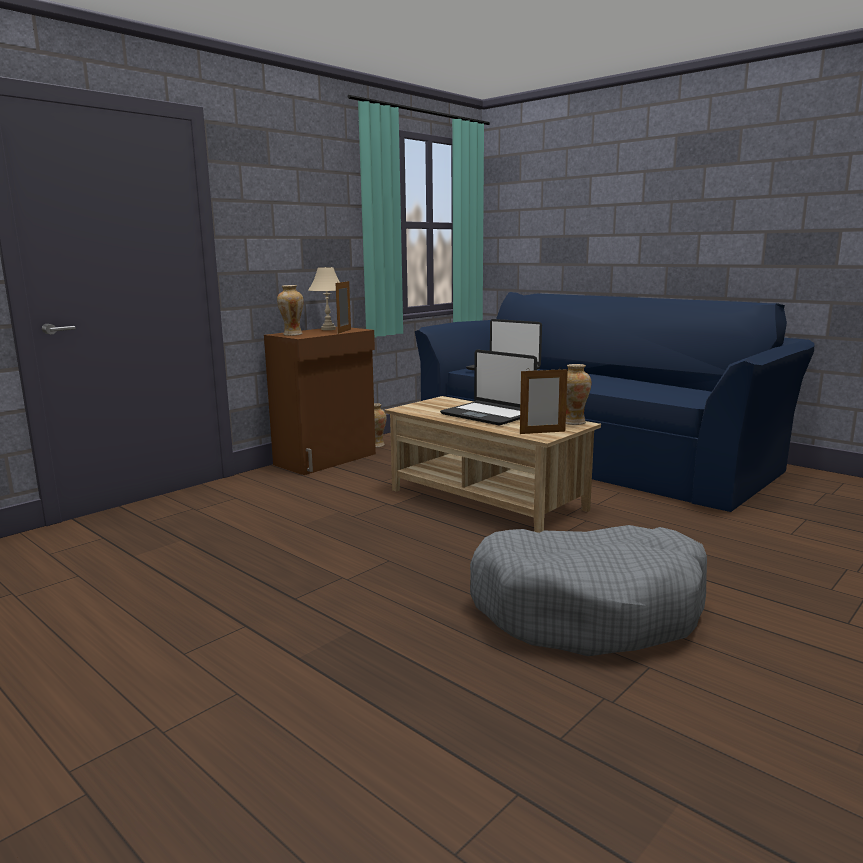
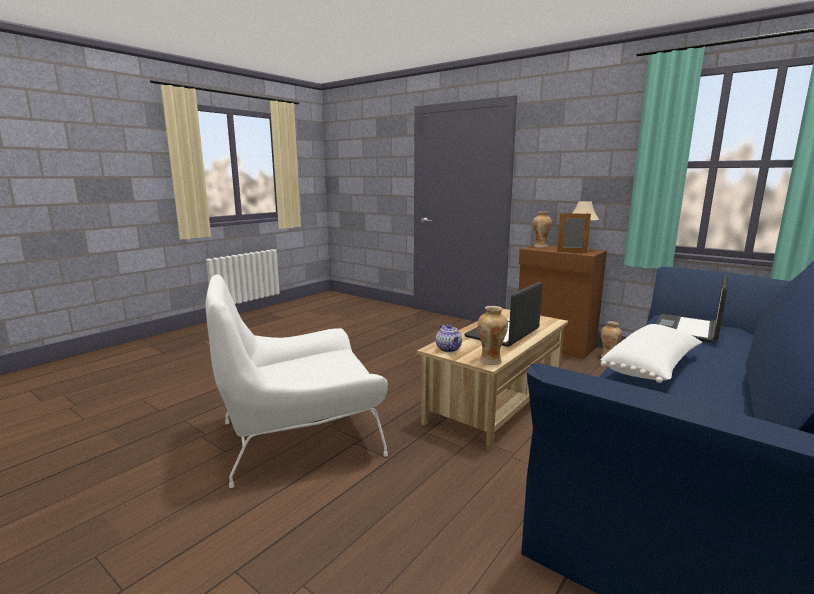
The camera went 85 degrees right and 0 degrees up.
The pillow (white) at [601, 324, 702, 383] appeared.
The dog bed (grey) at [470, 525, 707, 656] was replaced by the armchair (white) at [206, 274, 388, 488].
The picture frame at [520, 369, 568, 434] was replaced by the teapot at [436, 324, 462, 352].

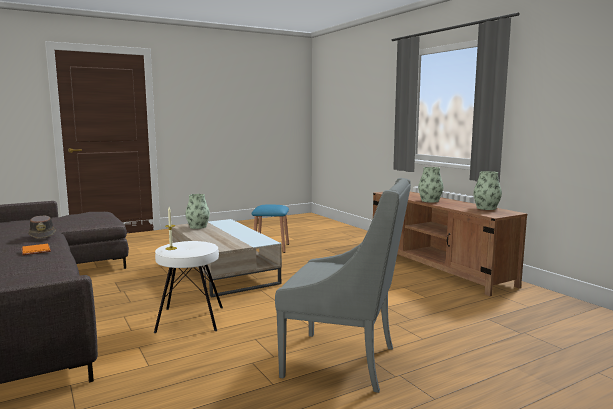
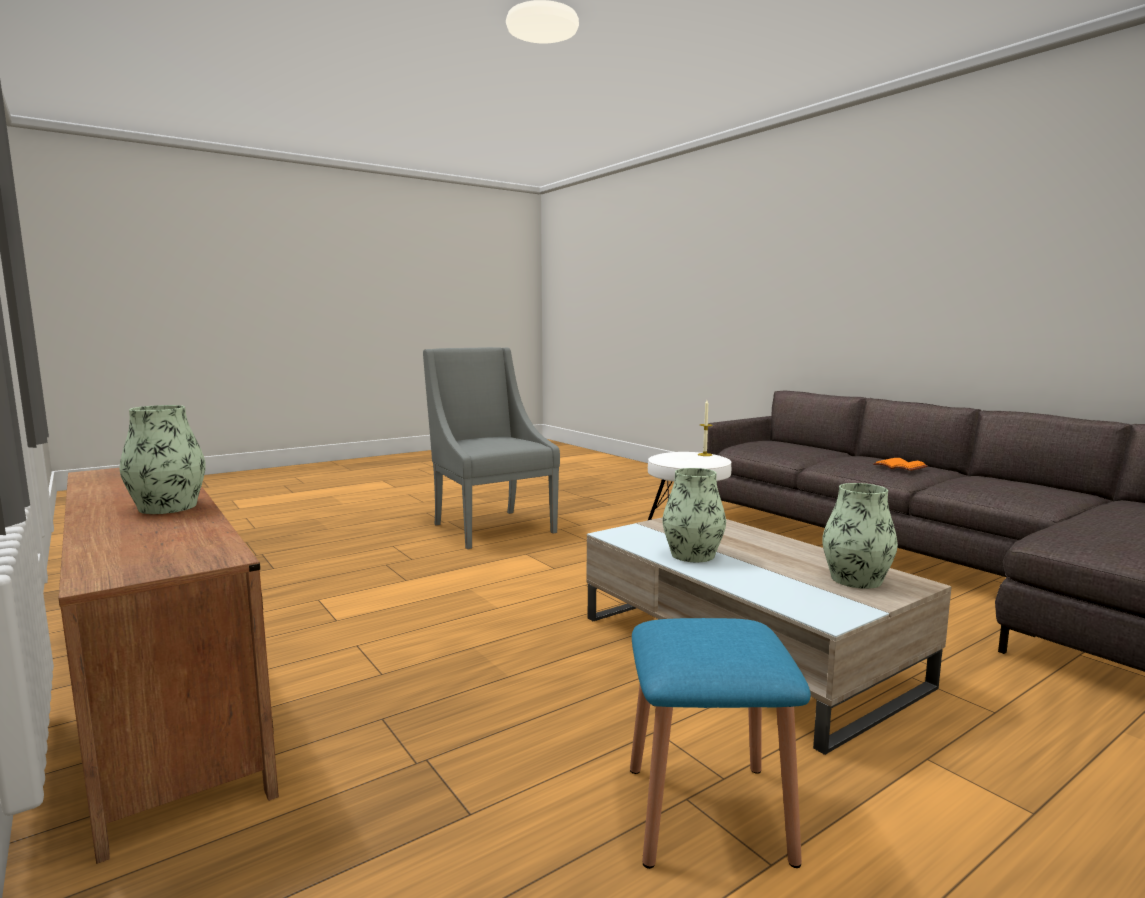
The camera went 175 degrees right and 0 degrees up.
The hat (brown) at [28, 215, 56, 239] disappeared.
The vase moved from [473, 171, 502, 210] to [662, 468, 726, 562].
The armchair (grey) at [275, 178, 411, 393] turned 45 degrees clockwise.

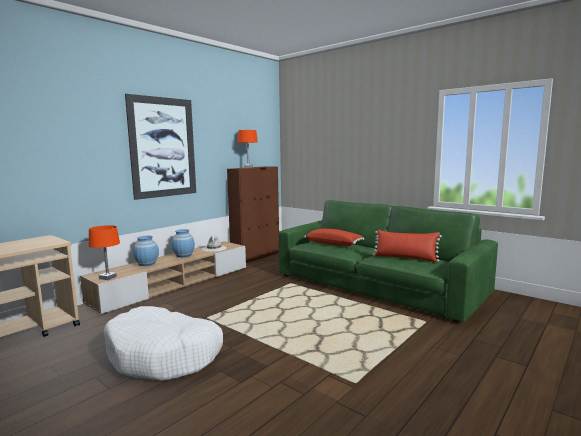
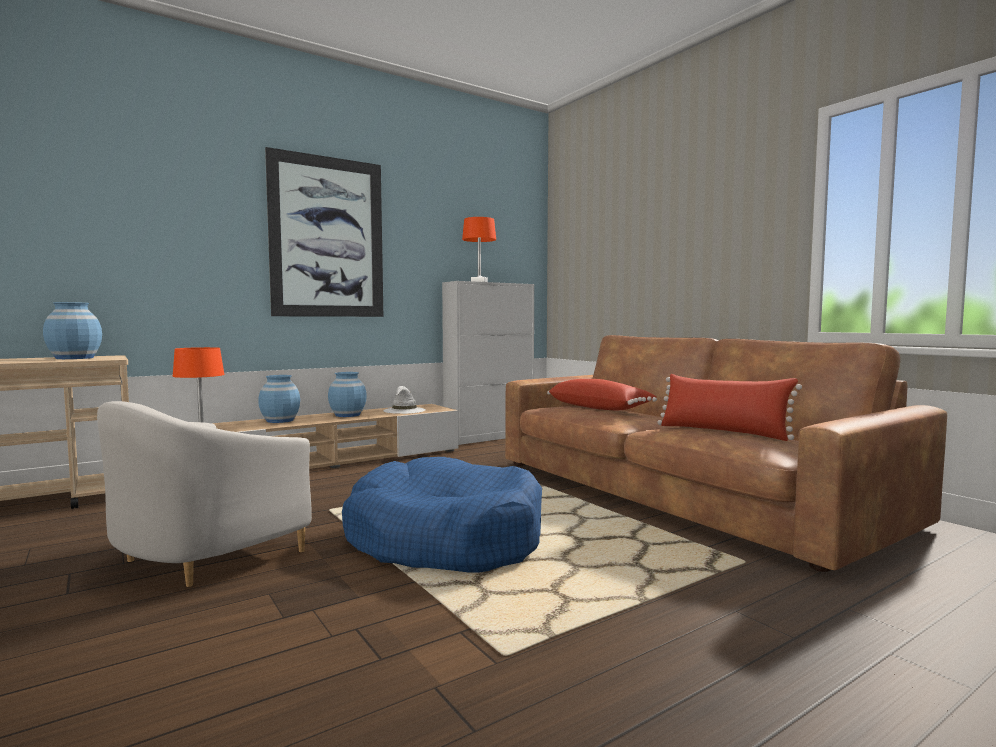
The camera went 15 degrees right and 5 degrees down.
The vase (blue) at [43, 302, 102, 359] appeared.
The dog bed (blue) at [342, 457, 542, 573] appeared.
The dog bed (white) at [104, 306, 223, 381] was replaced by the armchair (white) at [97, 401, 312, 587].
The cabinet (brown) at [227, 166, 279, 263] became the cabinet (white) at [442, 281, 534, 445].
The sofa (green) at [279, 200, 498, 323] became the sofa (brown) at [505, 335, 947, 572].

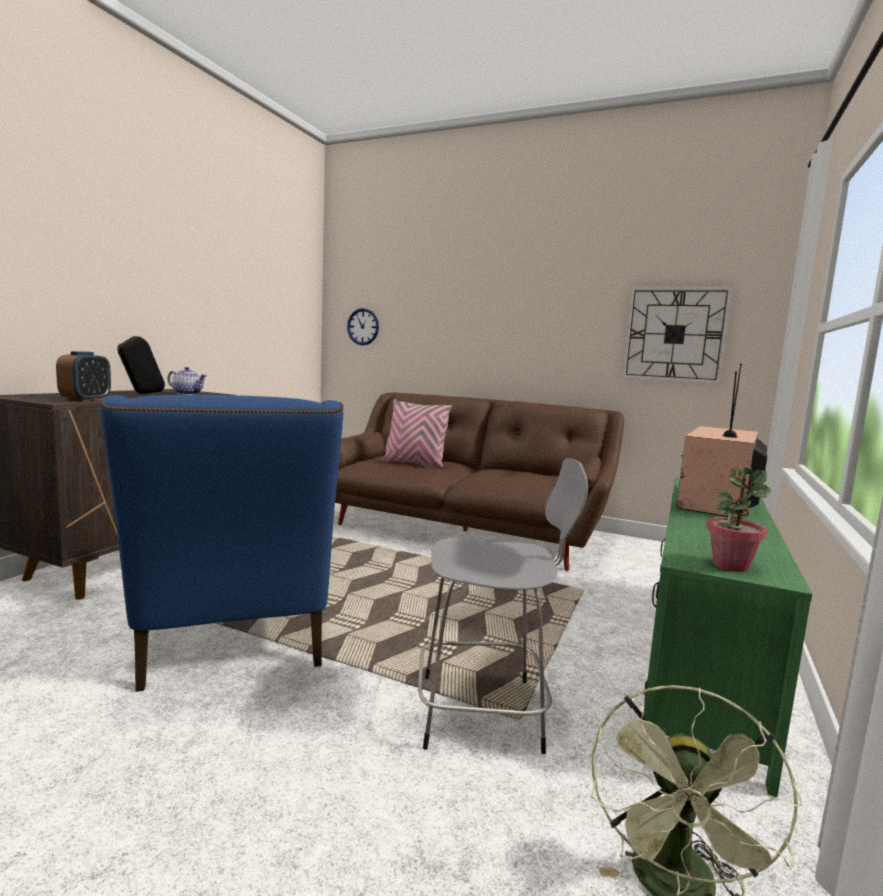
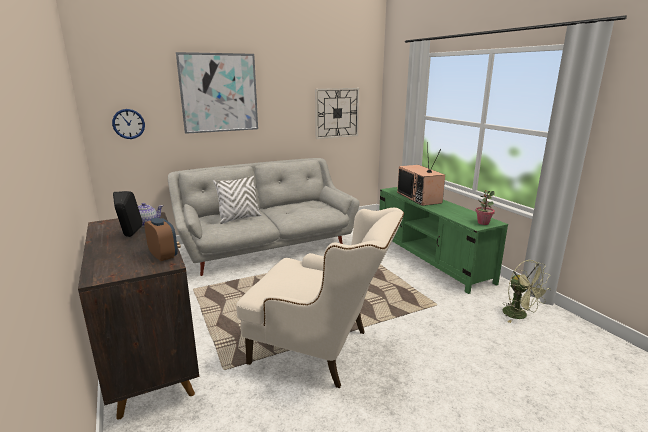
The camera went 50 degrees left and 10 degrees up.
The stool (grey) at [418, 458, 588, 754] disappeared.
The picture at [176, 52, 258, 134] appeared.
The armchair (blue) at [99, 395, 344, 692] became the armchair (beige) at [236, 207, 404, 388].
The sofa (brown) at [335, 392, 624, 571] became the sofa (grey) at [168, 158, 360, 276].
The pillow (pink) at [381, 399, 453, 468] became the pillow (white) at [213, 176, 261, 224].

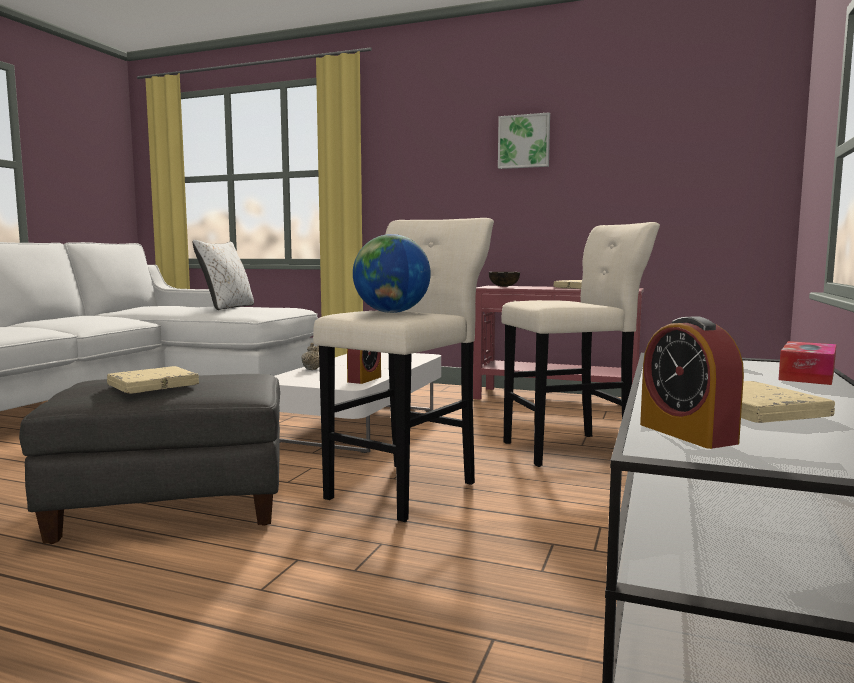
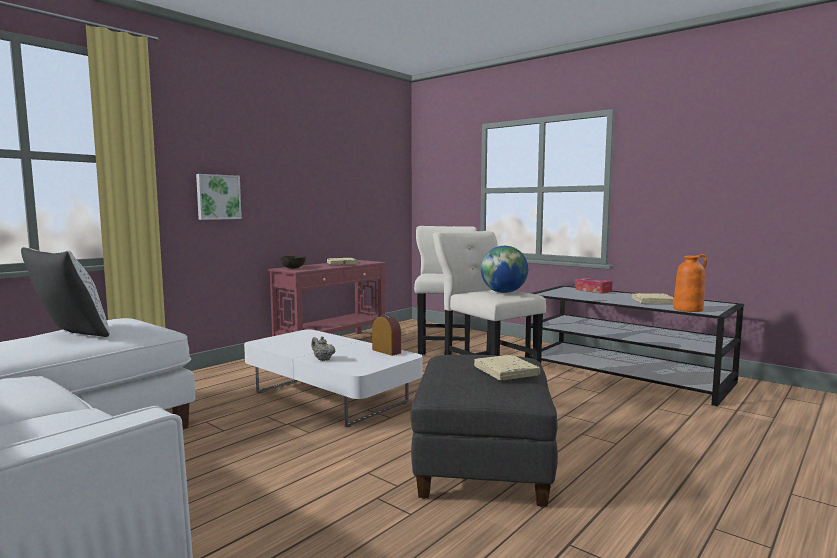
The camera went 70 degrees left and 0 degrees up.
The picture moved from [498, 112, 550, 169] to [196, 174, 242, 220].
The alarm clock at [640, 316, 744, 449] was replaced by the vase (orange) at [673, 254, 707, 312].

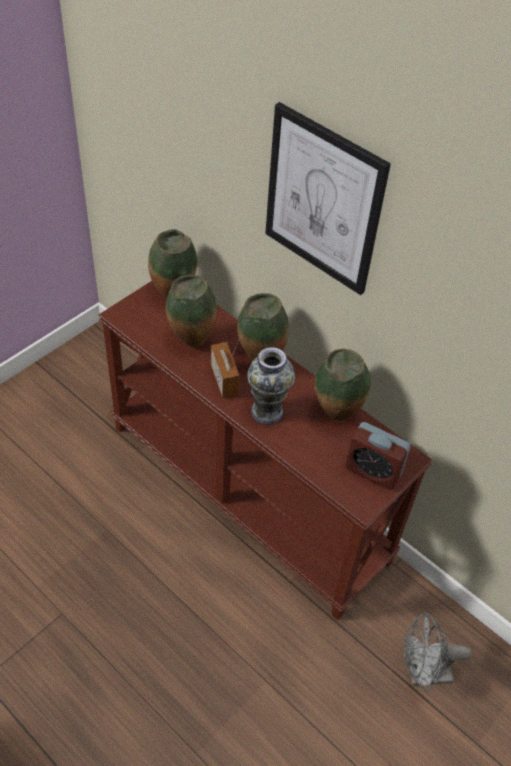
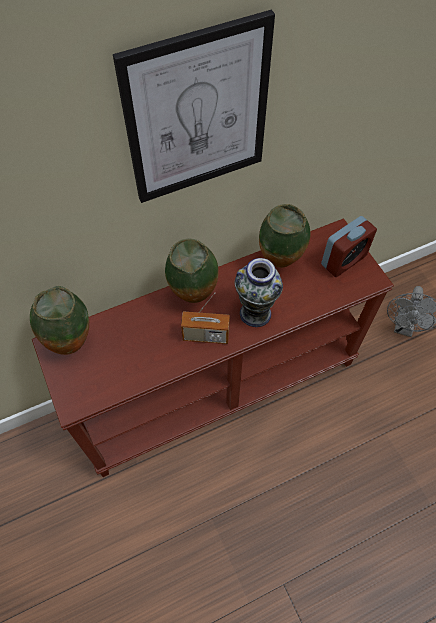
The camera went 65 degrees left and 10 degrees up.
The vase at [166, 275, 217, 348] disappeared.

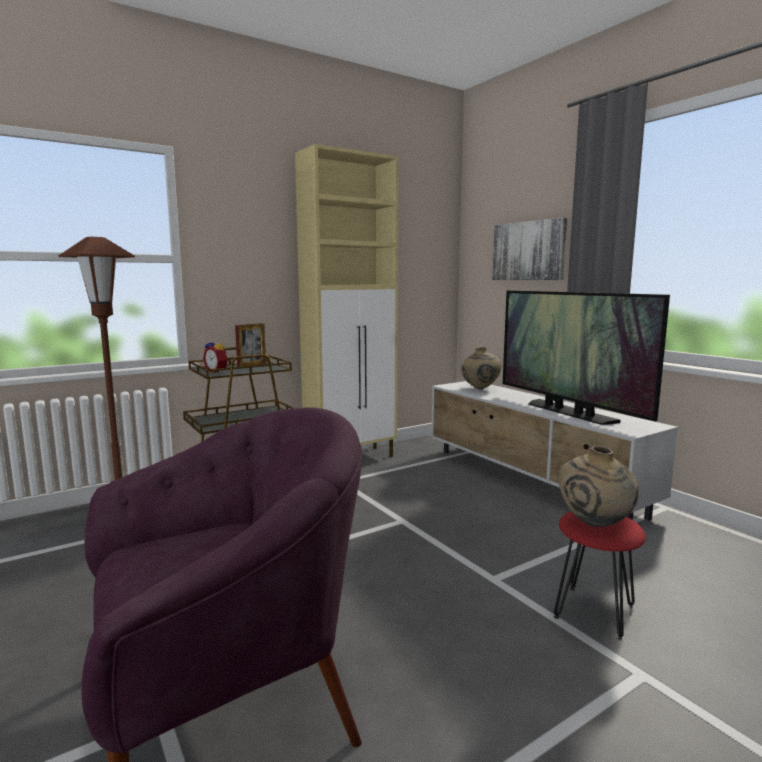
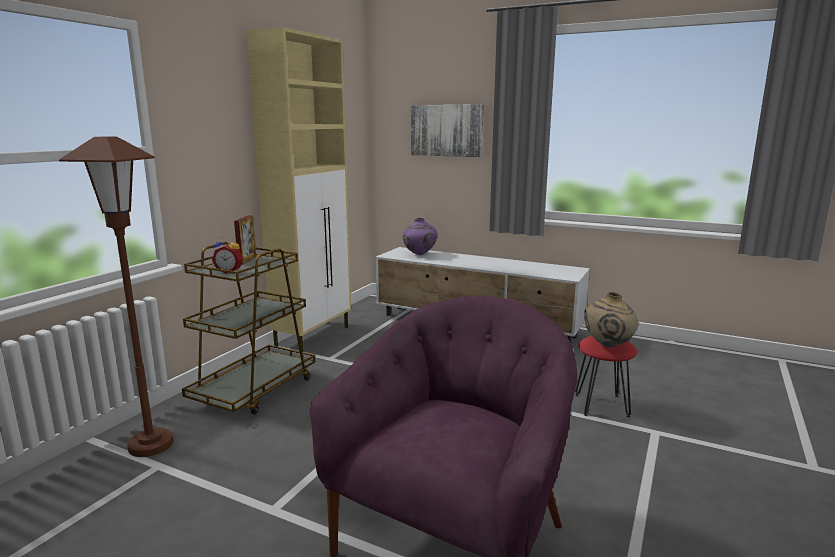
The camera went 30 degrees left and 5 degrees up.
The television at [503, 291, 670, 425] disappeared.
The vase (beige) at [461, 347, 501, 389] became the vase (purple) at [403, 218, 437, 255].

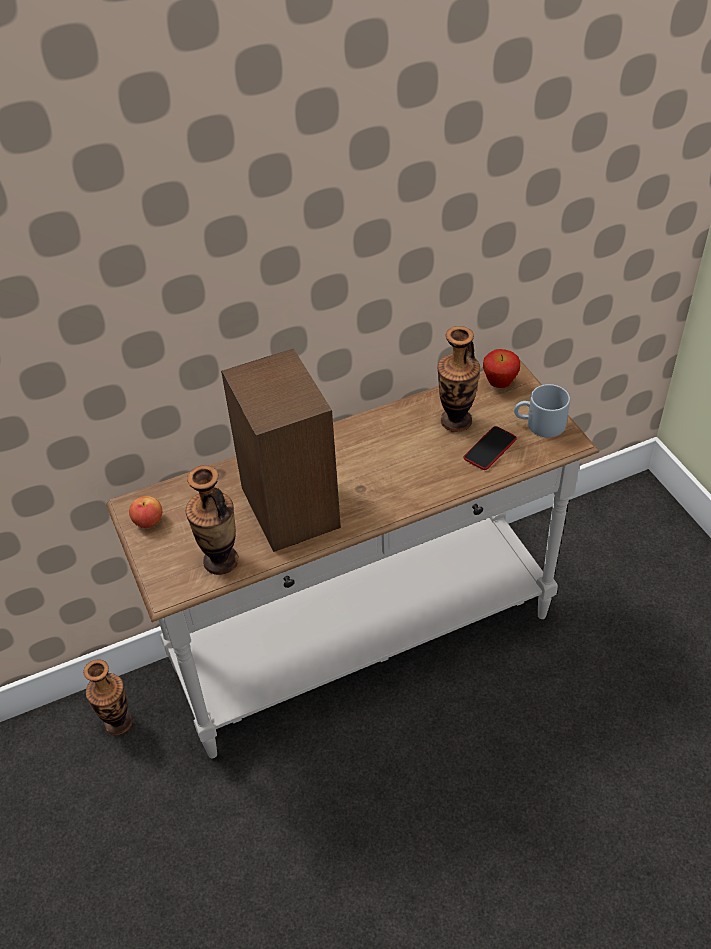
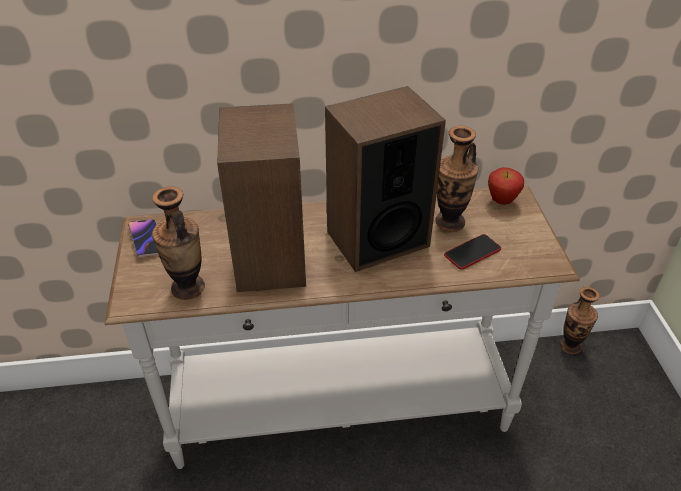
The camera went 15 degrees right and 5 degrees down.
The mug (grey) at [514, 384, 570, 438] disappeared.
The speaker at [325, 86, 446, 272] appeared.
The vase moved from [83, 659, 133, 735] to [559, 287, 600, 354].
The apple at [129, 496, 162, 528] was replaced by the phone at [128, 219, 159, 257].

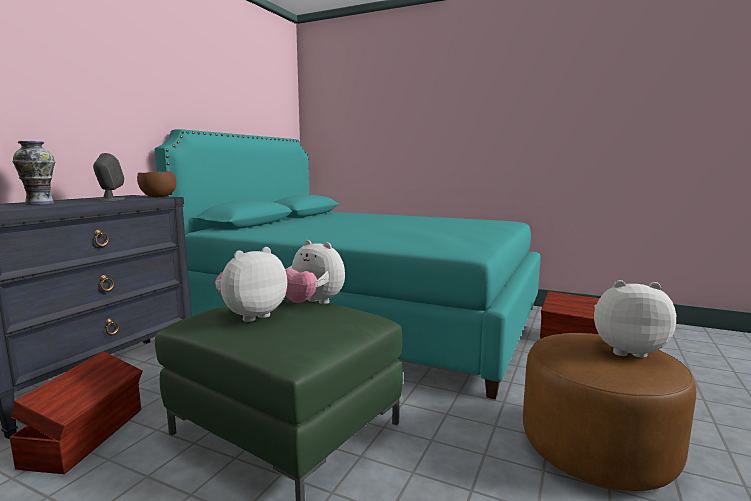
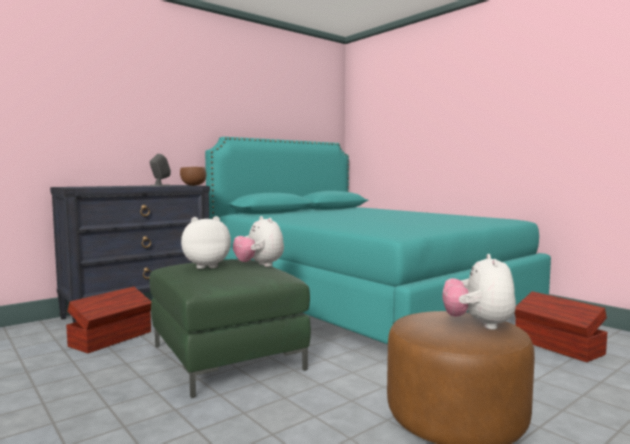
The camera went 25 degrees right and 5 degrees down.
The vase at [12, 141, 55, 205] disappeared.
The plush toy at [594, 280, 676, 358] turned 120 degrees counterclockwise.

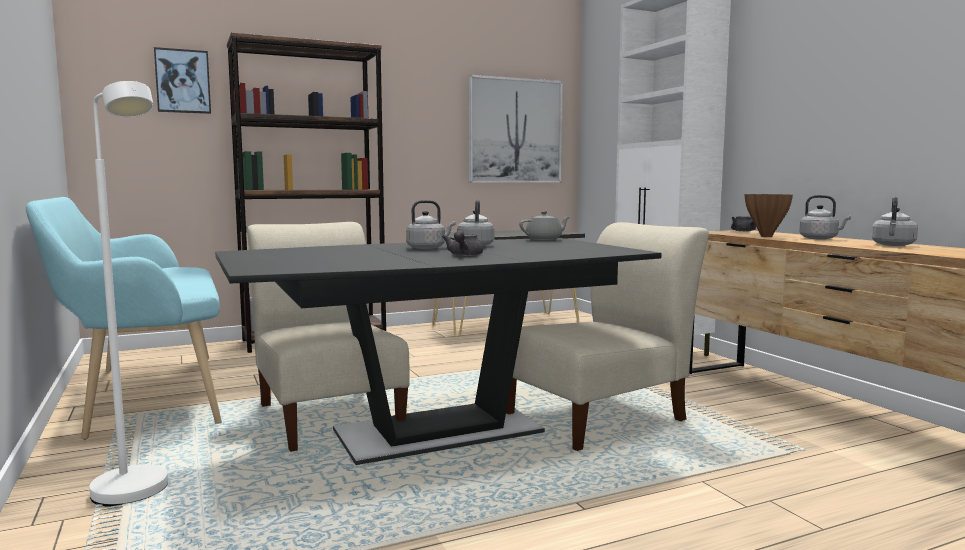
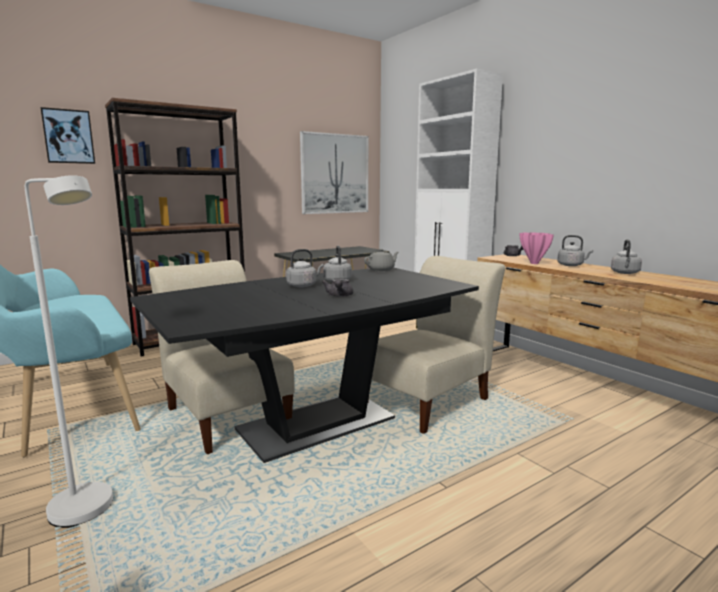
The camera went 10 degrees left and 5 degrees up.
The vase (brown) at [744, 194, 793, 237] became the vase (pink) at [519, 232, 554, 264].

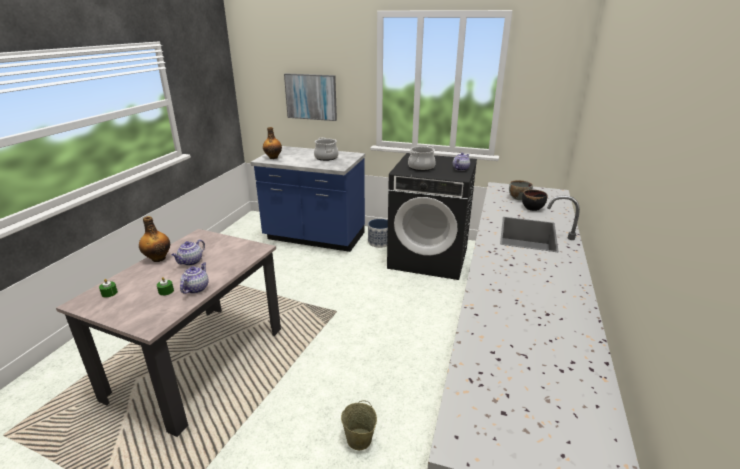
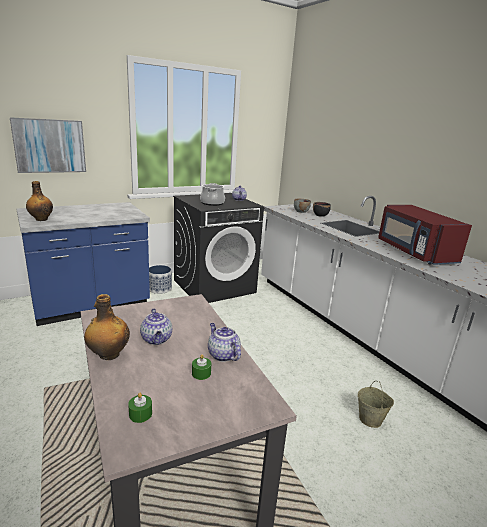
The camera went 50 degrees left and 5 degrees down.
The cooking pot at [314, 137, 339, 161] disappeared.
The microwave (red) at [378, 205, 472, 265] appeared.

